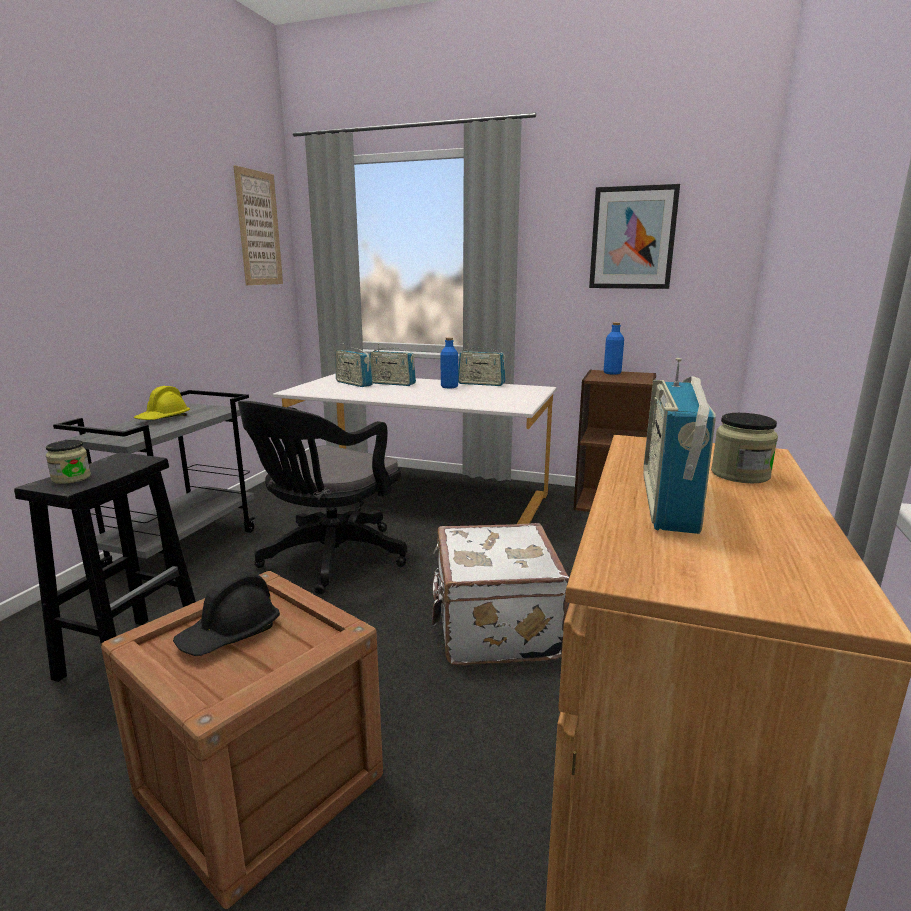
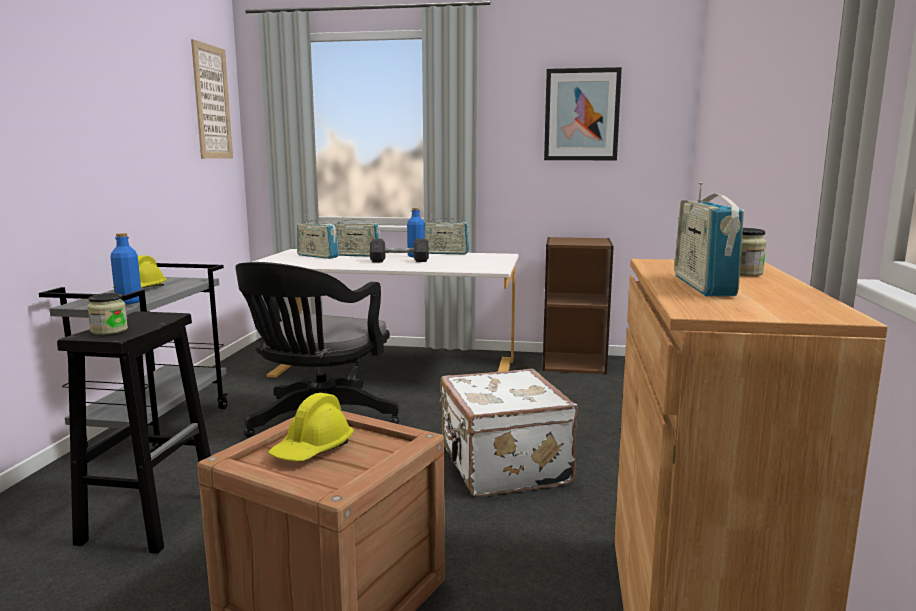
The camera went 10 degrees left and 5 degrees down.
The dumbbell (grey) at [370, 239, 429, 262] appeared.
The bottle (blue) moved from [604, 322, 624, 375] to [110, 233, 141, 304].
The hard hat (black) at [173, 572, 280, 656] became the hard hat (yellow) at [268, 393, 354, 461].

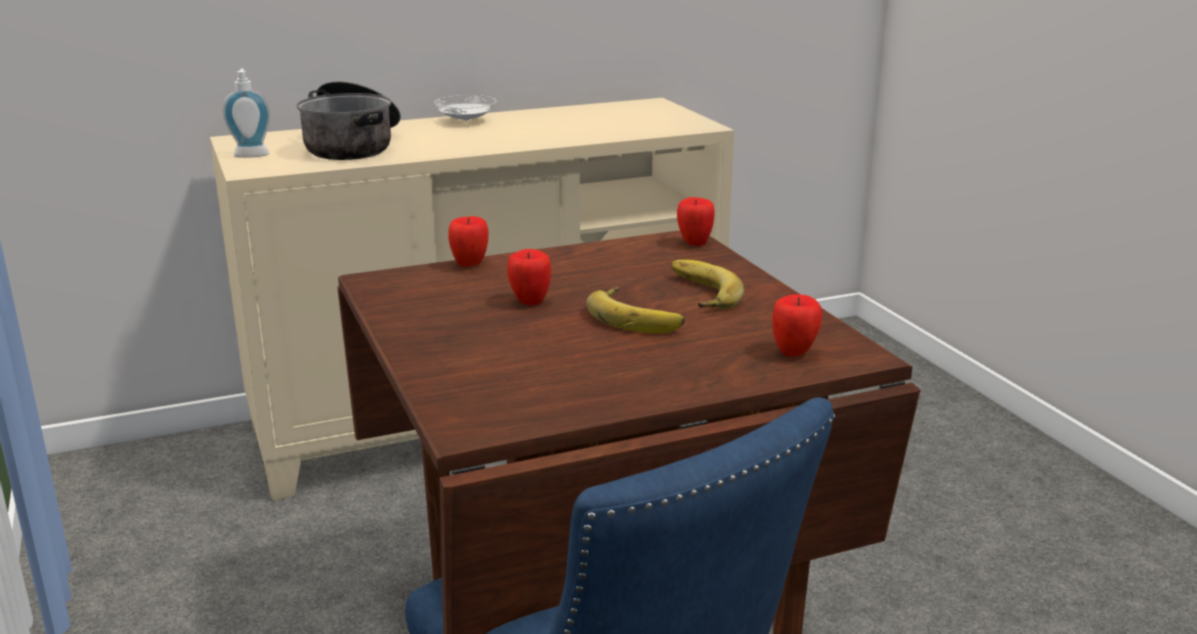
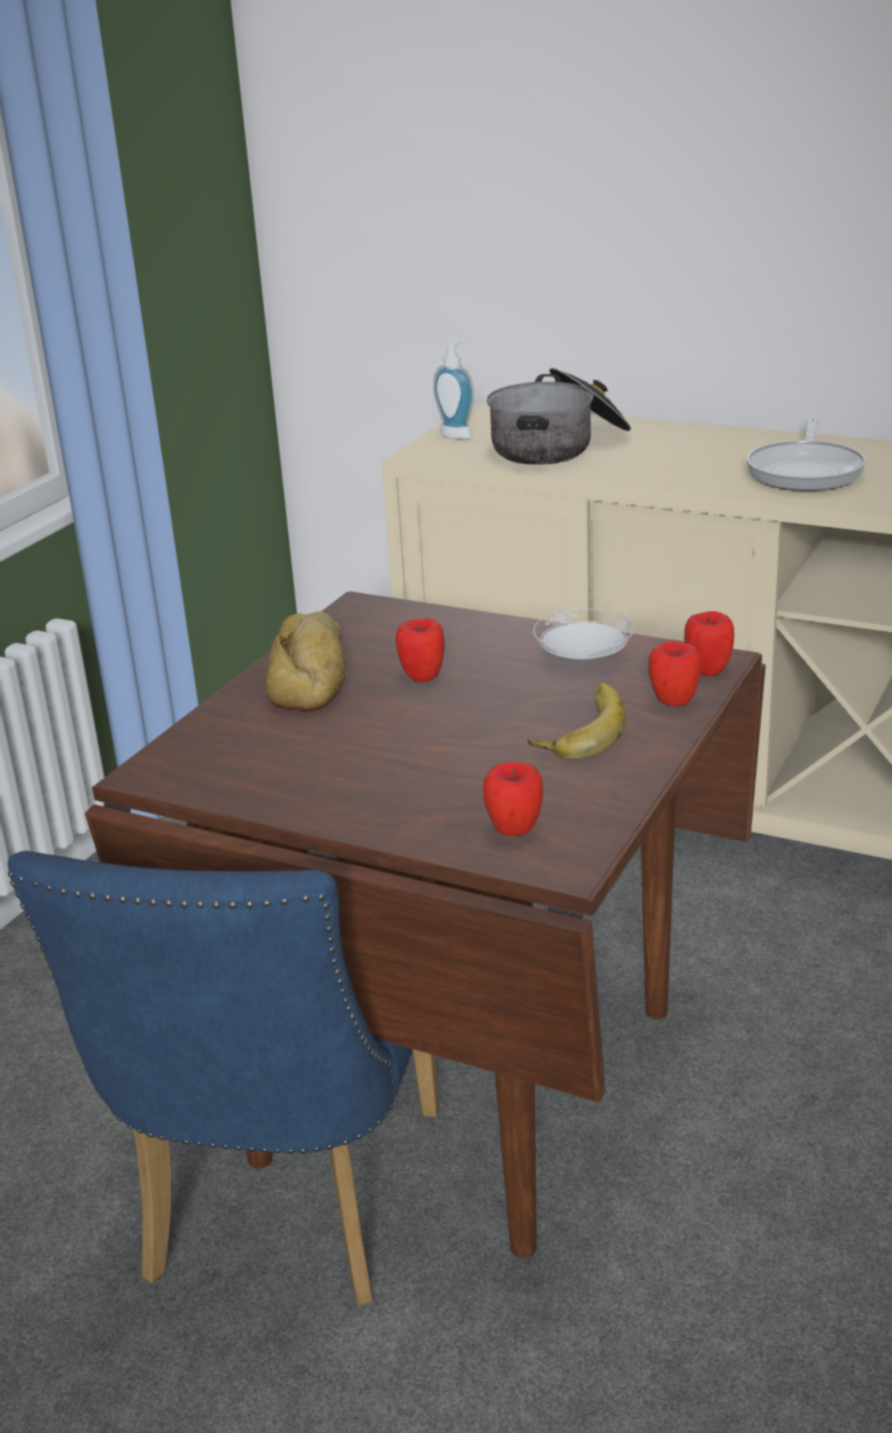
The camera went 50 degrees right and 5 degrees up.
The banana at [586, 286, 685, 334] disappeared.
The bread at [266, 612, 346, 712] appeared.
The frying pan at [747, 419, 866, 491] appeared.
The plate (white) moved from [434, 95, 496, 122] to [533, 608, 634, 661].
The apple moved from [448, 216, 488, 267] to [648, 641, 702, 706].

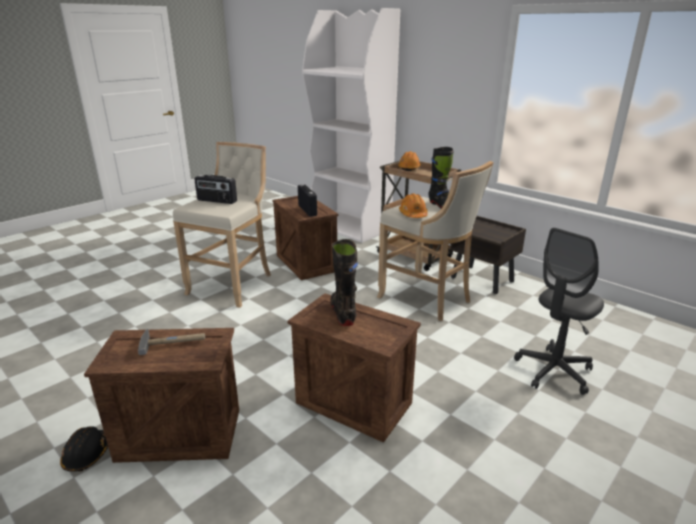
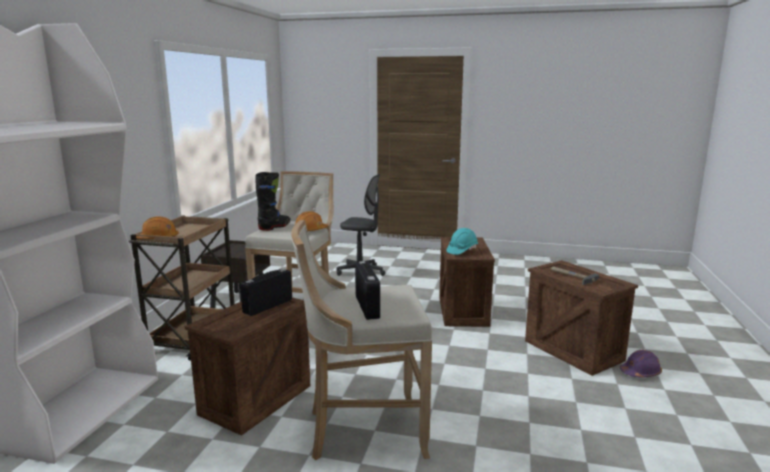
The camera went 120 degrees left and 10 degrees down.
The boot (black) at [330, 239, 358, 326] was replaced by the hard hat (turquoise) at [447, 228, 478, 255].
The hard hat (black) at [60, 426, 108, 472] became the hard hat (purple) at [620, 350, 662, 377].

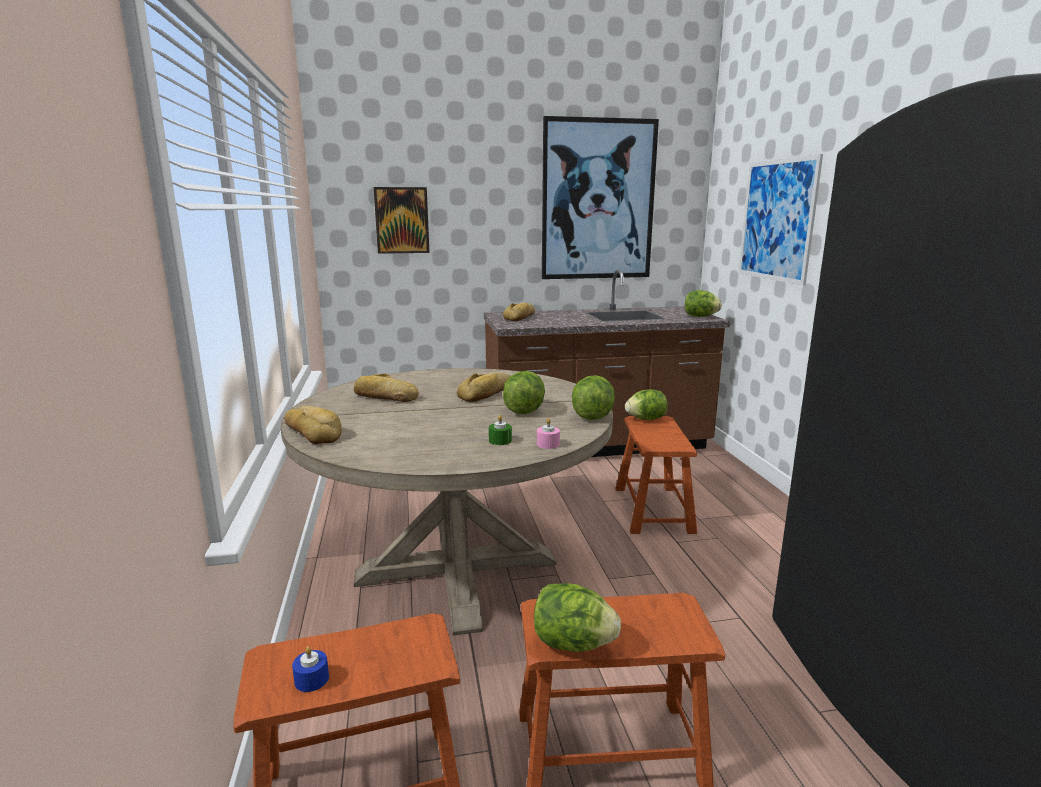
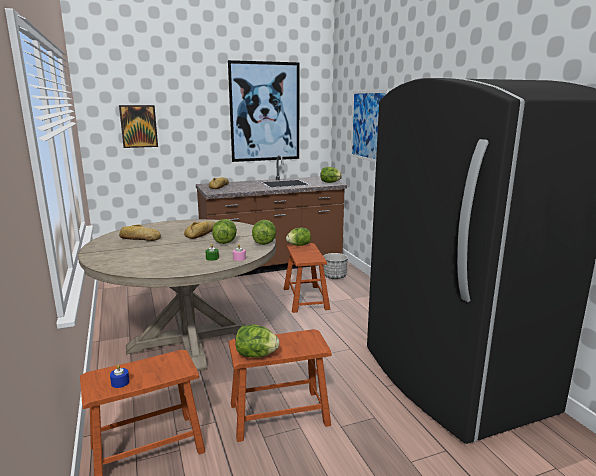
The camera went 10 degrees left and 0 degrees up.
The bread at [284, 406, 342, 444] disappeared.
The planter at [323, 253, 348, 279] appeared.

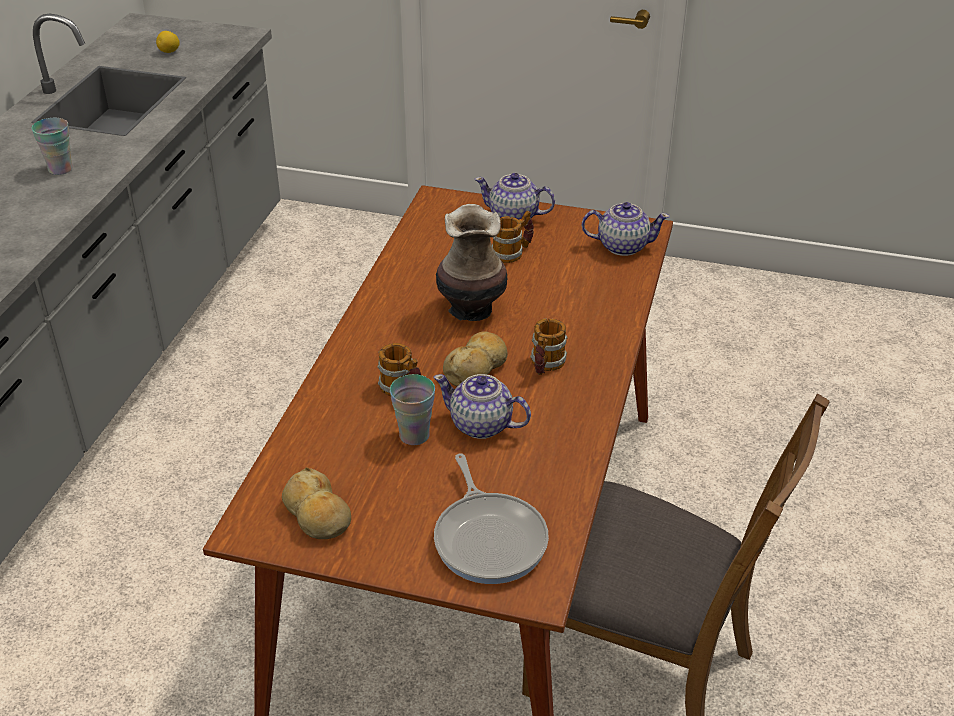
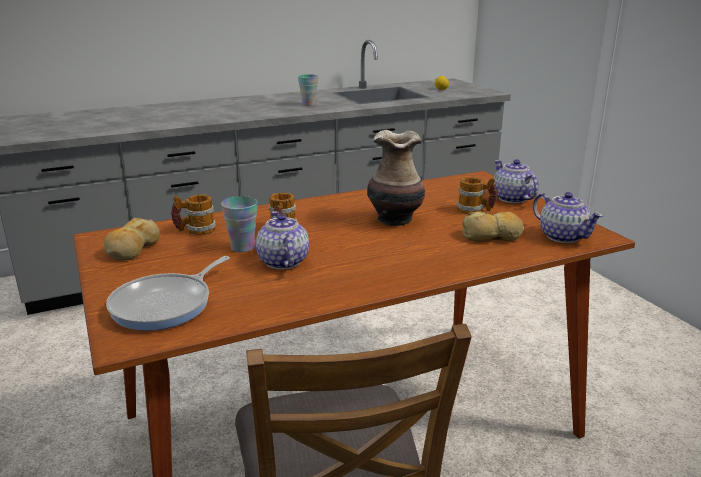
The camera went 50 degrees right and 15 degrees down.
The bread moved from [443, 331, 508, 386] to [462, 211, 524, 242].
The mug moved from [530, 318, 568, 375] to [171, 194, 216, 235].

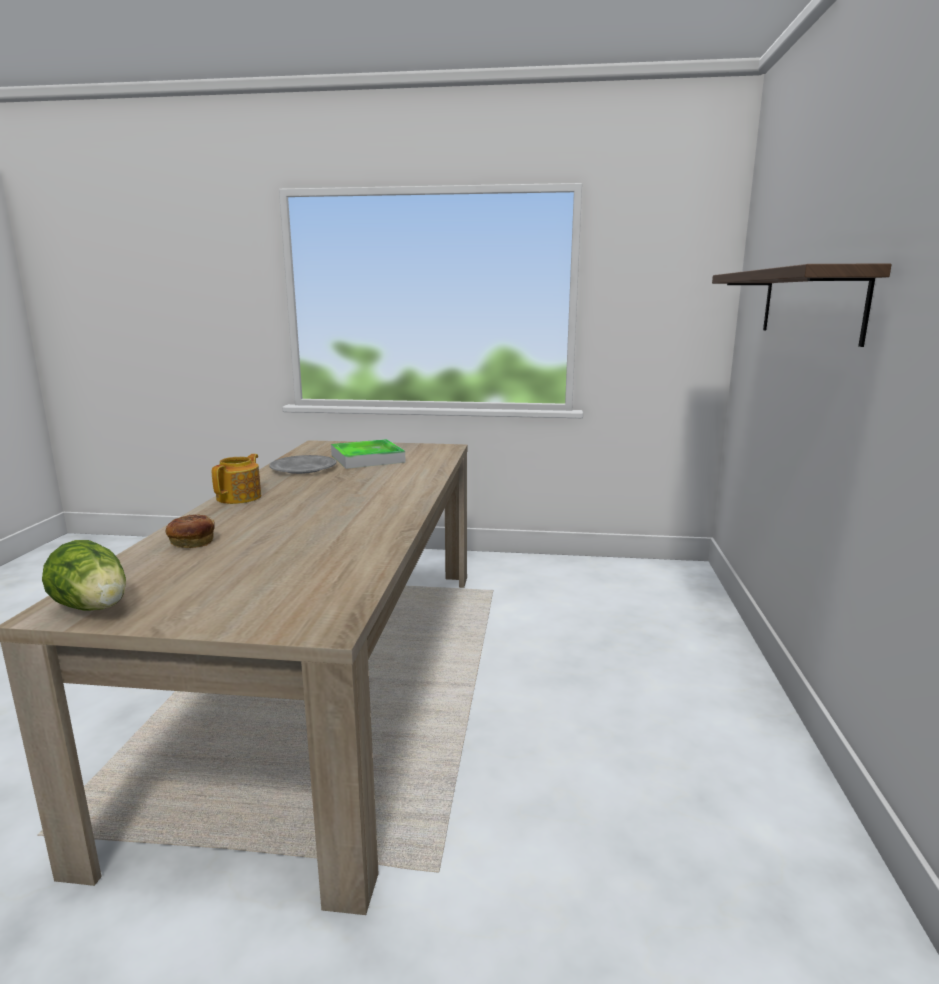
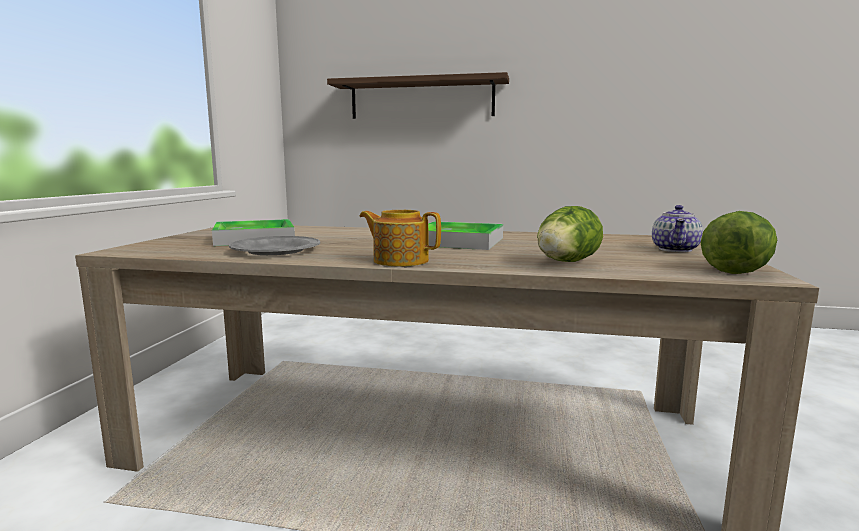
The camera went 85 degrees left and 5 degrees down.
The tray at [428, 221, 503, 250] appeared.
The teapot at [652, 205, 703, 252] appeared.
The bread at [166, 514, 215, 548] was replaced by the lettuce at [537, 206, 603, 262].

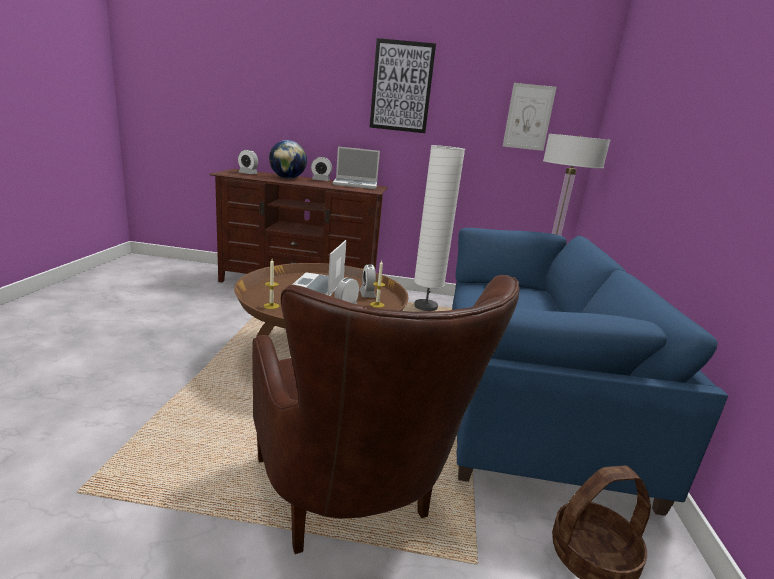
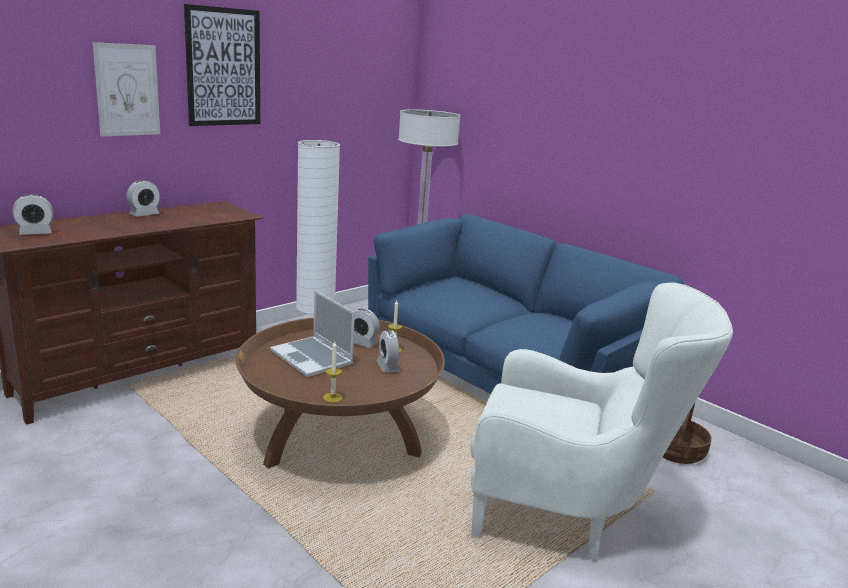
The camera went 50 degrees left and 0 degrees up.
The globe at [269, 140, 307, 179] disappeared.
The laptop at [333, 146, 380, 189] disappeared.
The picture moved from [503, 83, 557, 151] to [93, 42, 160, 137].
The armchair (brown) at [252, 275, 520, 554] became the armchair (white) at [471, 282, 733, 561].

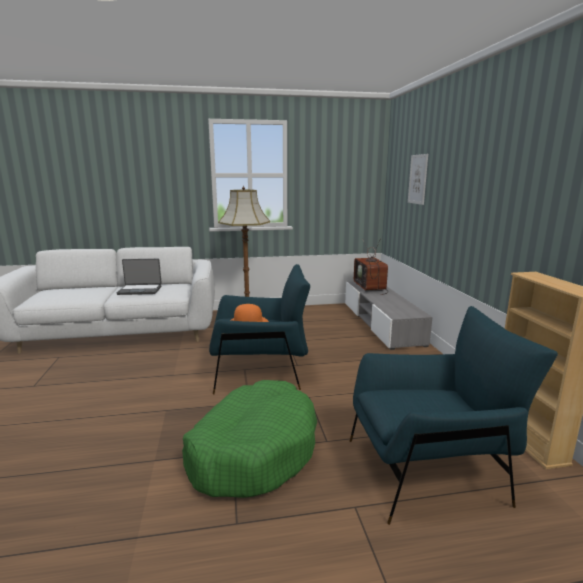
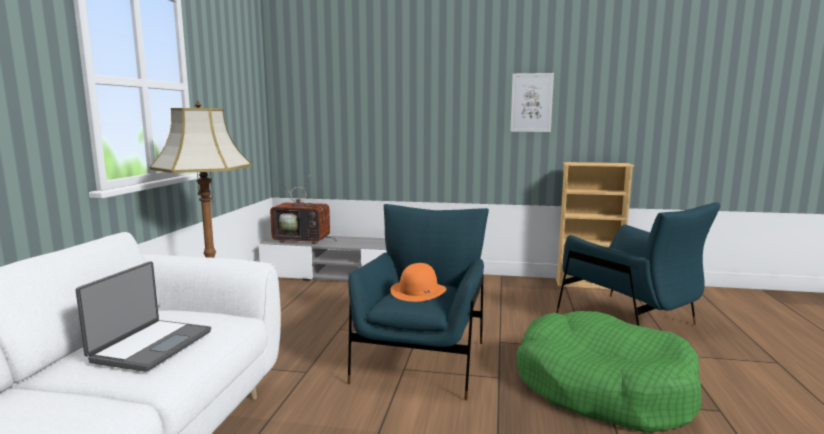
The camera went 70 degrees left and 5 degrees down.
The picture moved from [408, 154, 428, 205] to [510, 73, 554, 132].
The armchair (blue) at [350, 306, 558, 525] turned 135 degrees clockwise.

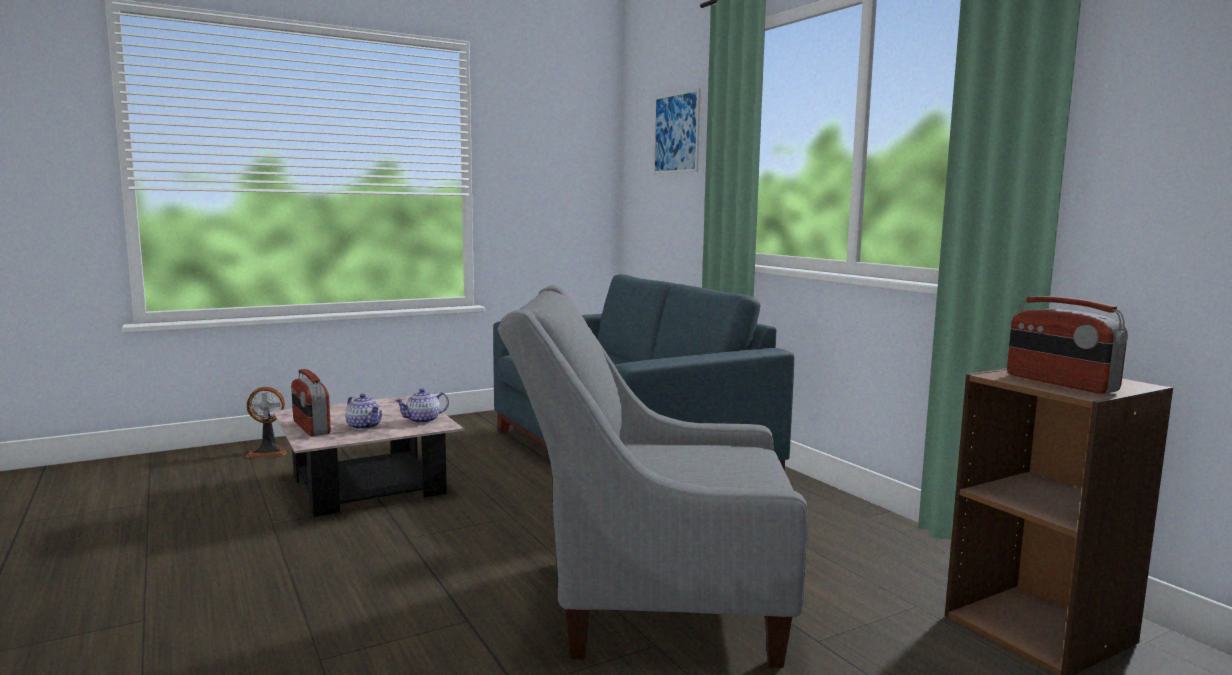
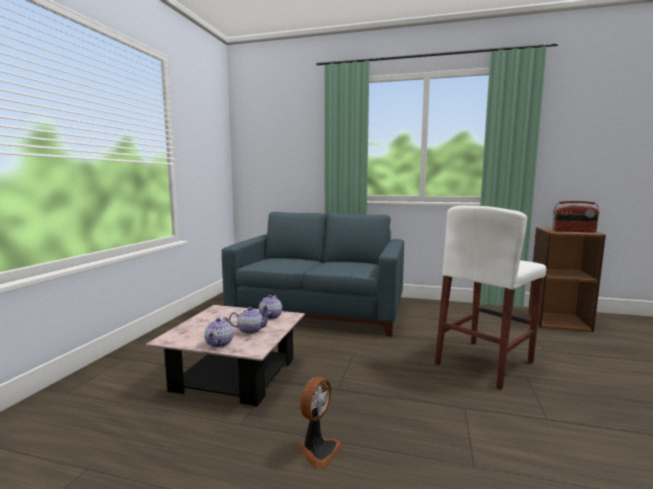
The camera went 45 degrees left and 0 degrees up.
The picture at [653, 88, 701, 174] disappeared.
The fan moved from [246, 387, 287, 458] to [299, 377, 343, 469].
The radio at [291, 369, 331, 436] was replaced by the teapot at [205, 317, 233, 348].
The armchair (grey) at [498, 285, 808, 668] was replaced by the stool (white) at [435, 206, 546, 390].

